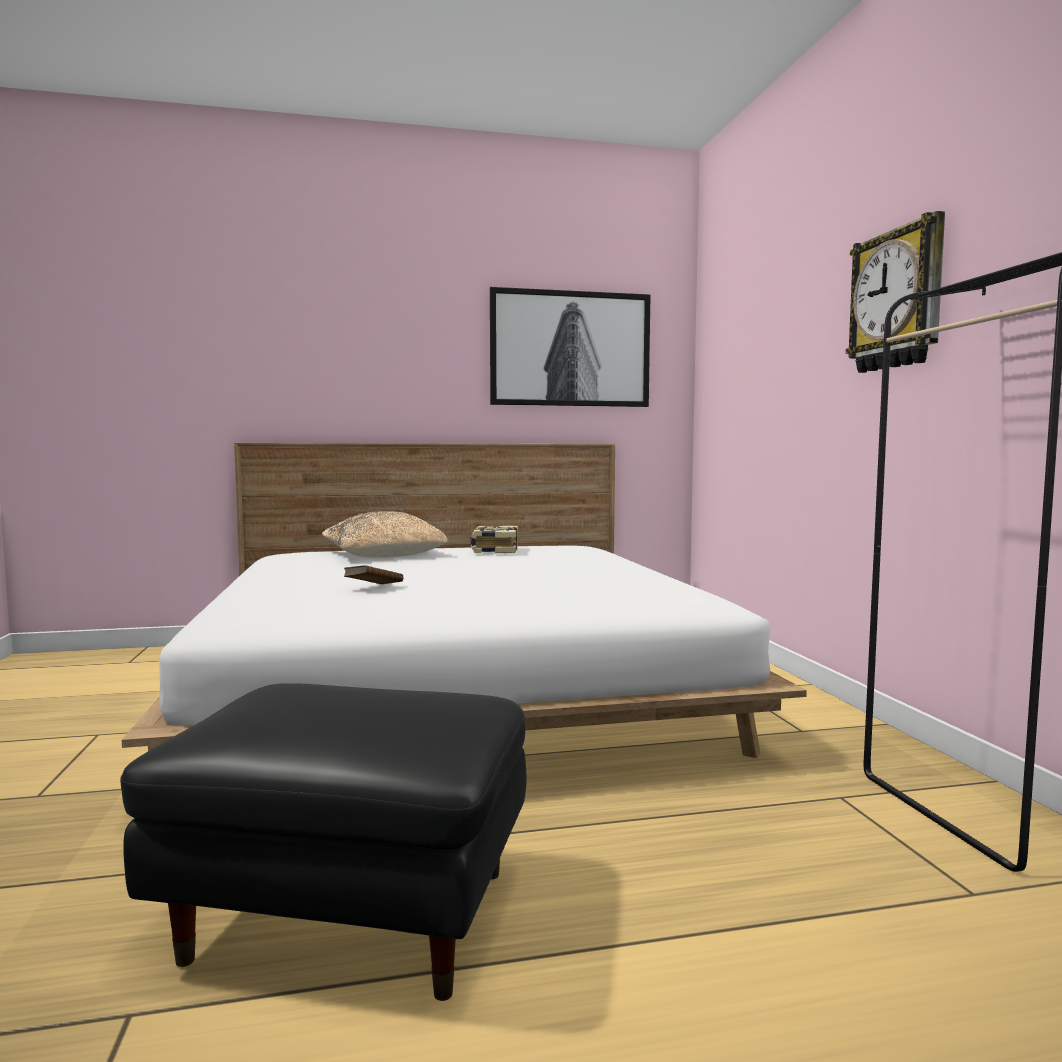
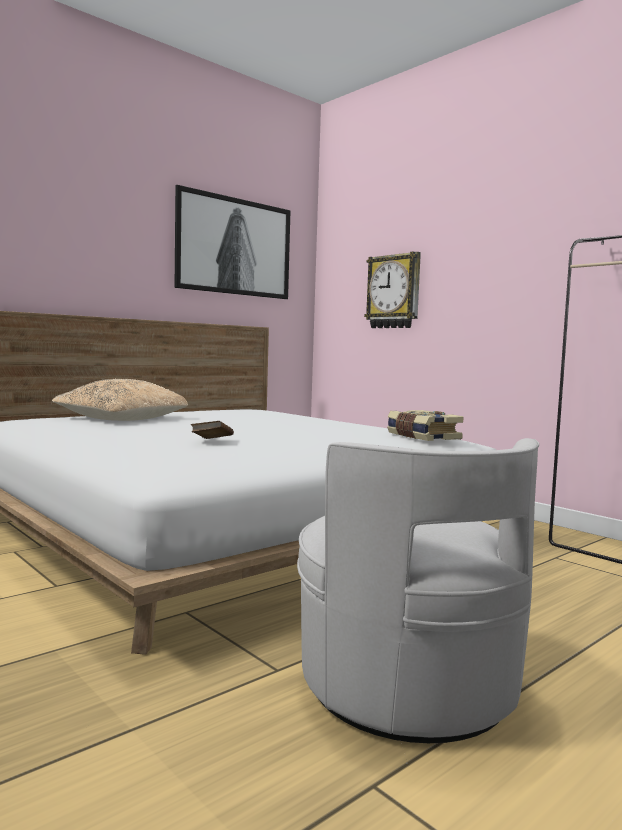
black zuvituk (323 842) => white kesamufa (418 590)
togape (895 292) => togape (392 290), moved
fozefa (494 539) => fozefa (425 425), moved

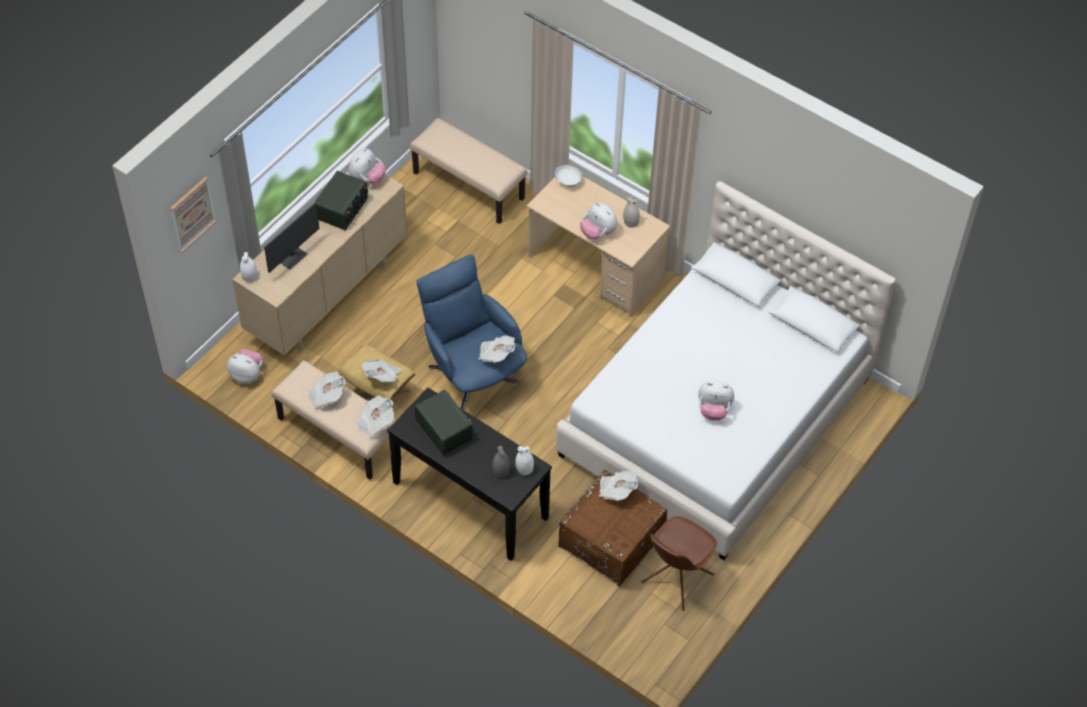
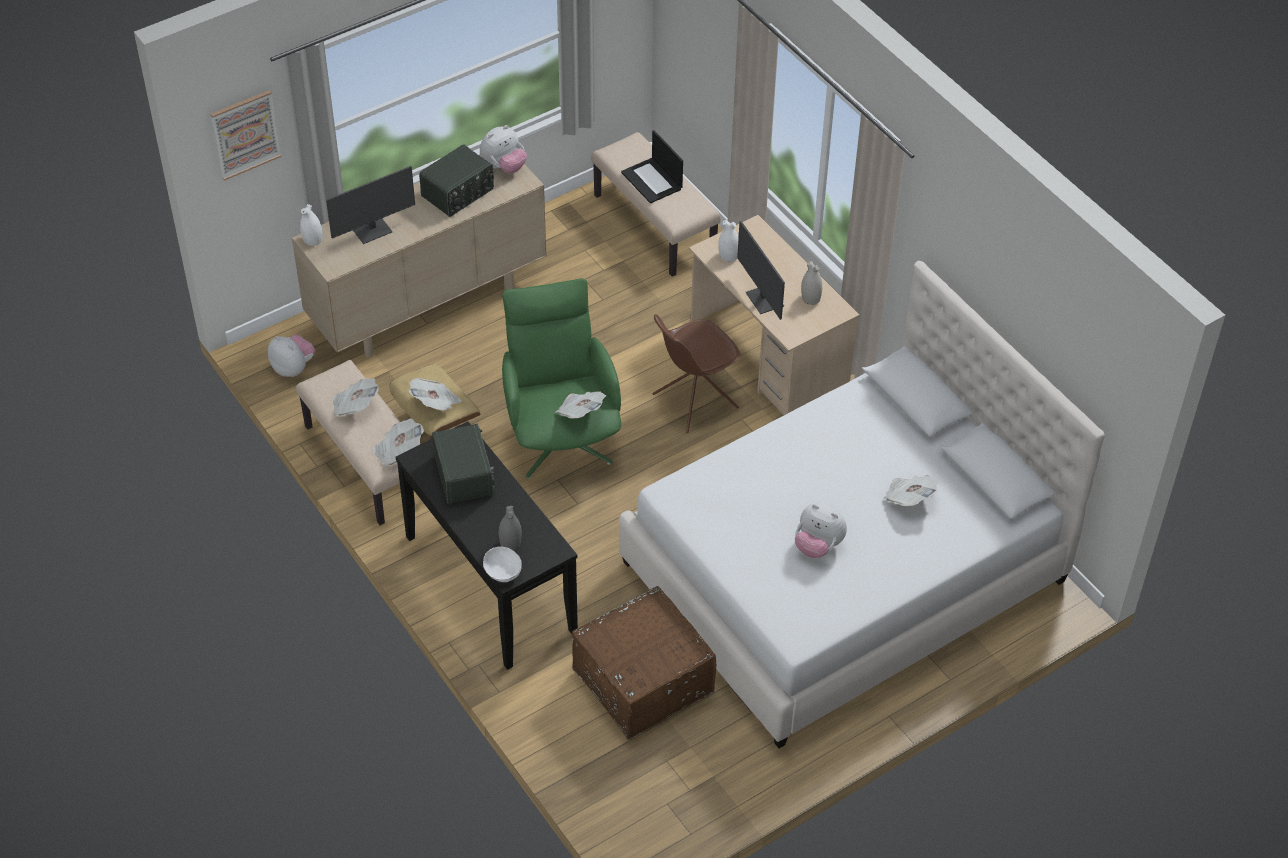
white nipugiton (568 176) => white nipugiton (502 564), moved
blue kesamufa (471 332) => green kesamufa (561 378)
nothing => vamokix (652 167)
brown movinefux (679 563) => brown movinefux (696 373), moved
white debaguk (524 460) => white debaguk (728 241), moved
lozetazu (598 220) => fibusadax (761 270)
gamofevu (618 485) => gamofevu (911 491), moved

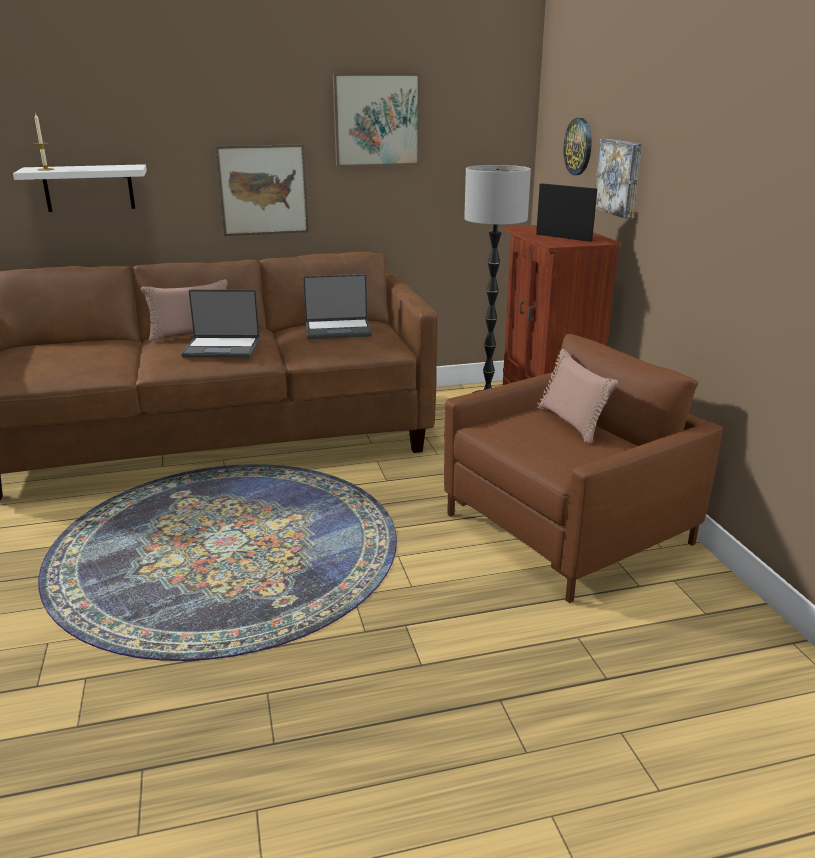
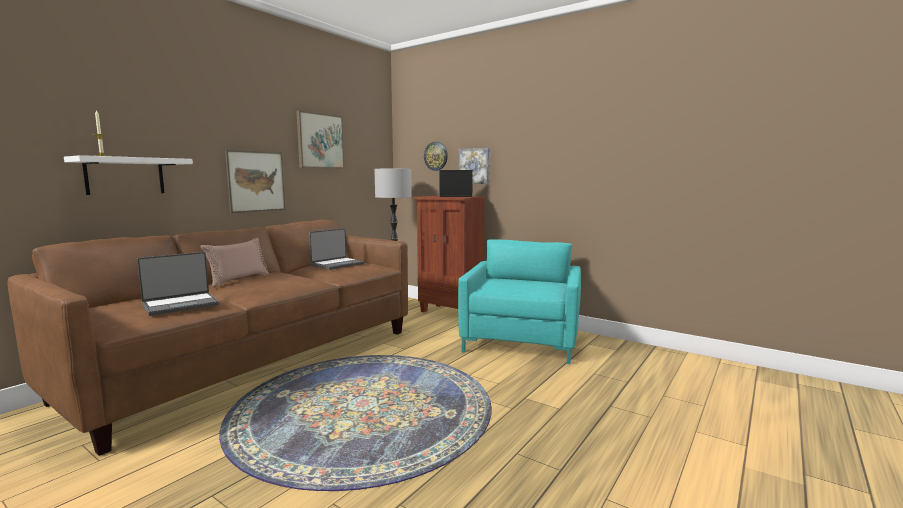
vamokix (220 323) => vamokix (178 284), moved
brown kesamufa (583 468) => turquoise kesamufa (519 301)
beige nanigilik (577 396) => nothing

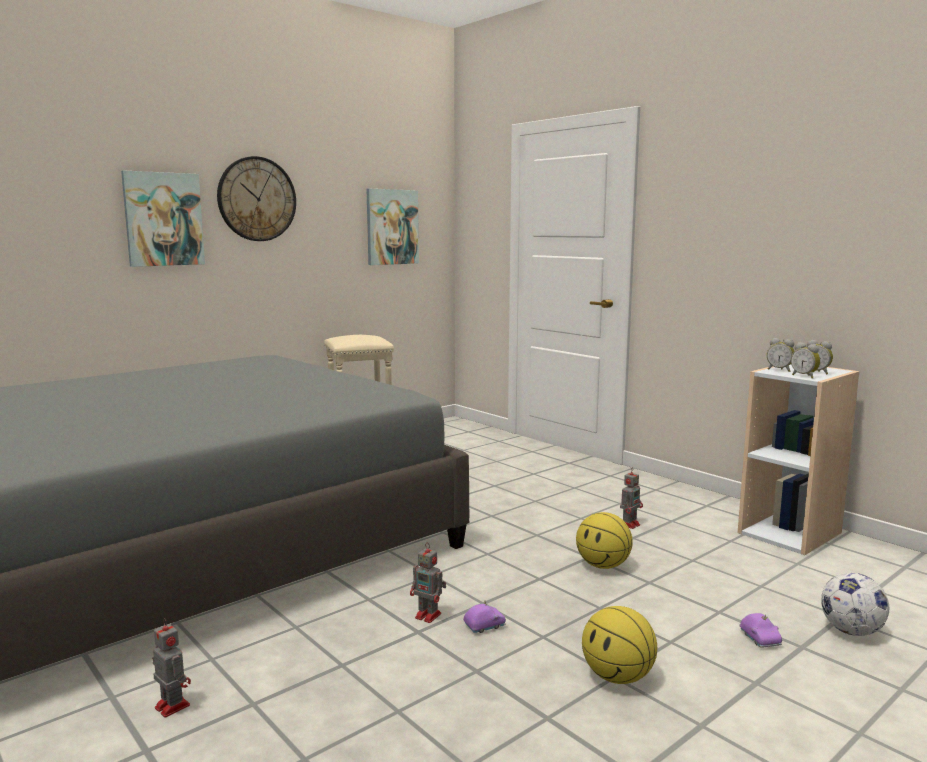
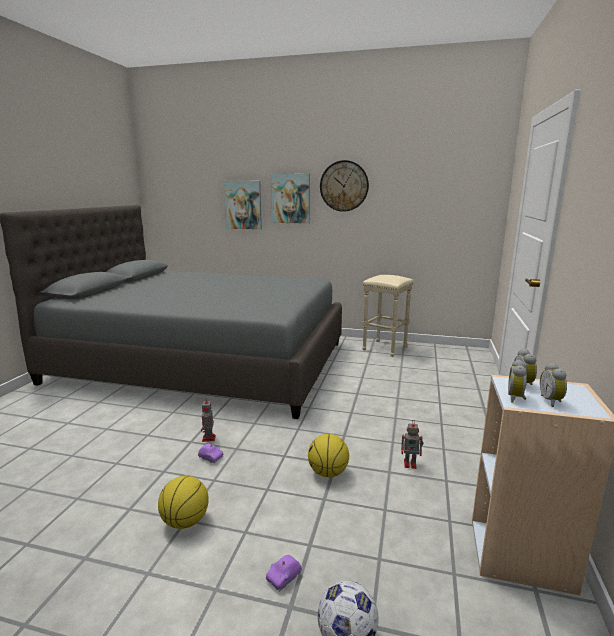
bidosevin (392 227) => bidosevin (243 205), moved
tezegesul (171 668) => nothing

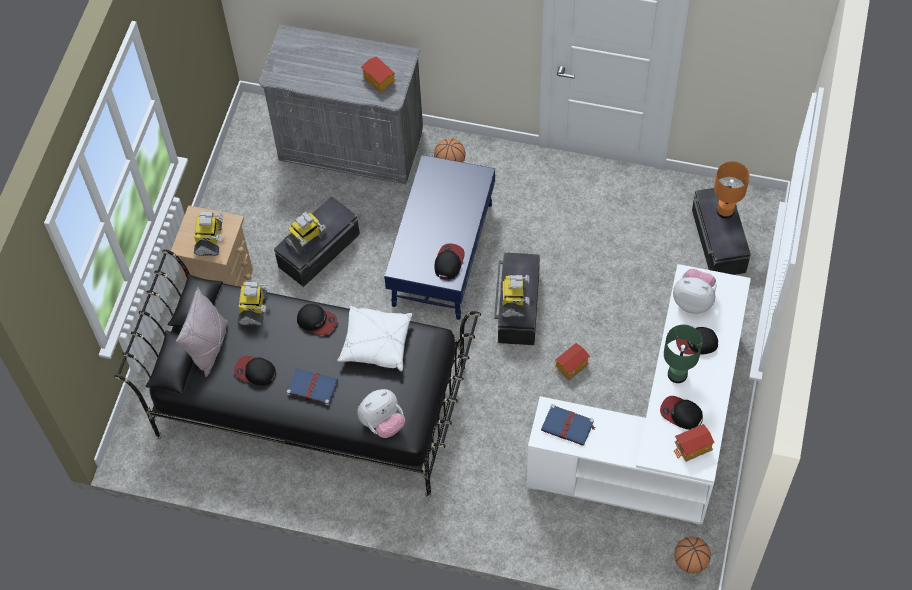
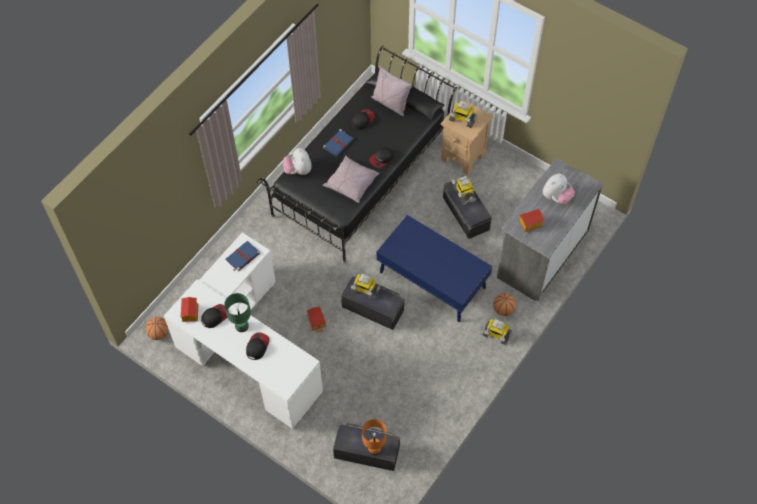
white nanigilik (374 338) => purple nanigilik (351 179)
tezegesul (253 304) => tezegesul (497 332), moved
lozetazu (695 291) => lozetazu (559 189), moved
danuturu (450 261) => nothing

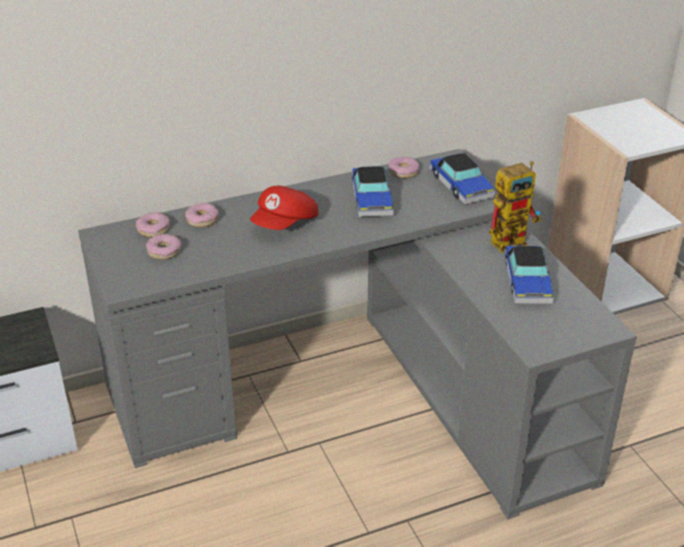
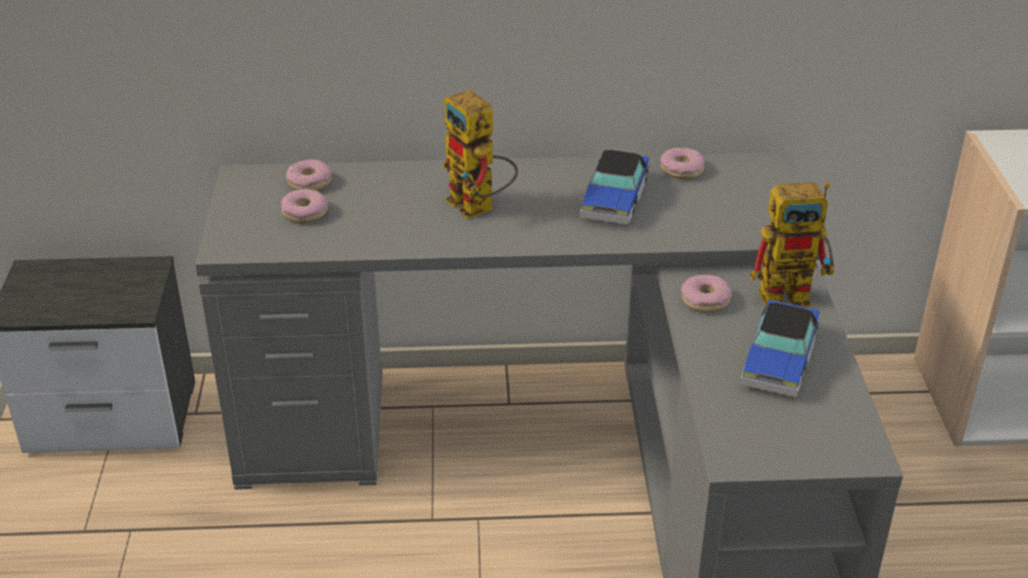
red danuturu (284 208) => tezegesul (480 154)
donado (202 215) => donado (706 293), moved
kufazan (462 178) => nothing

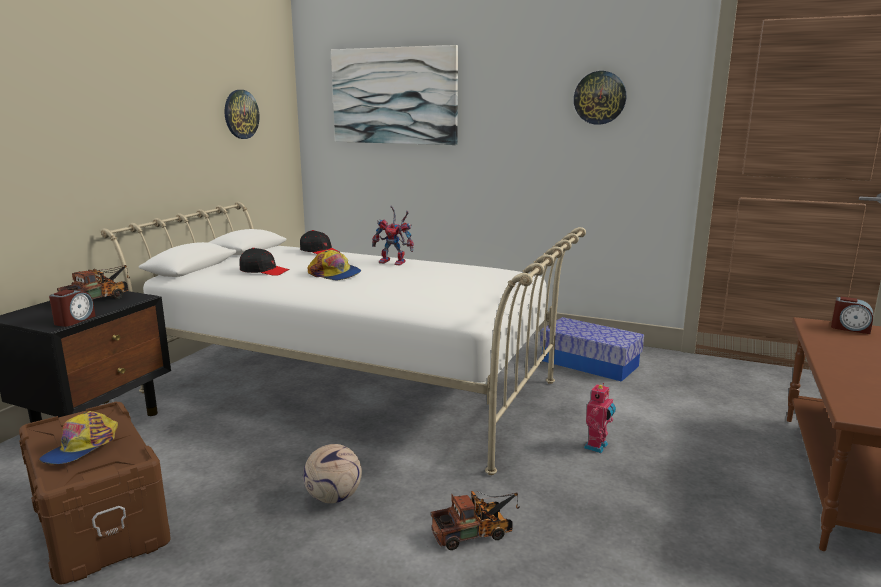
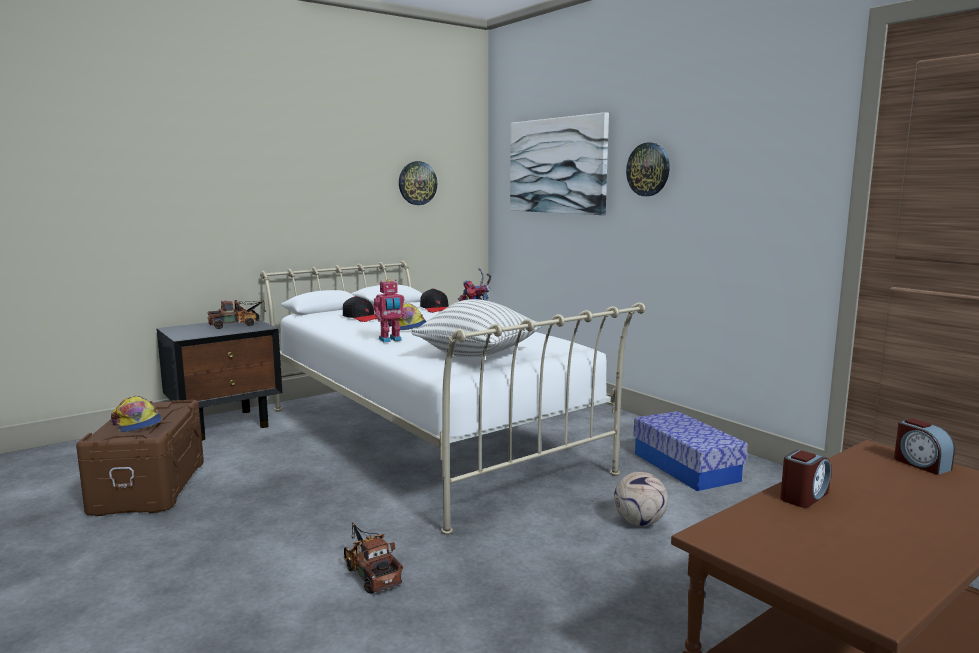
danuturu (78 437) => danuturu (136 414), 90 degrees counterclockwise
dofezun (475 520) => dofezun (373 558), 135 degrees counterclockwise
tezegesul (600 418) => tezegesul (389 311), moved
nothing => nanigilik (476 328)
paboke (332 473) => paboke (641 499), moved
togape (600 98) => togape (648 169), moved
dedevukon (72 308) => dedevukon (805 479), moved

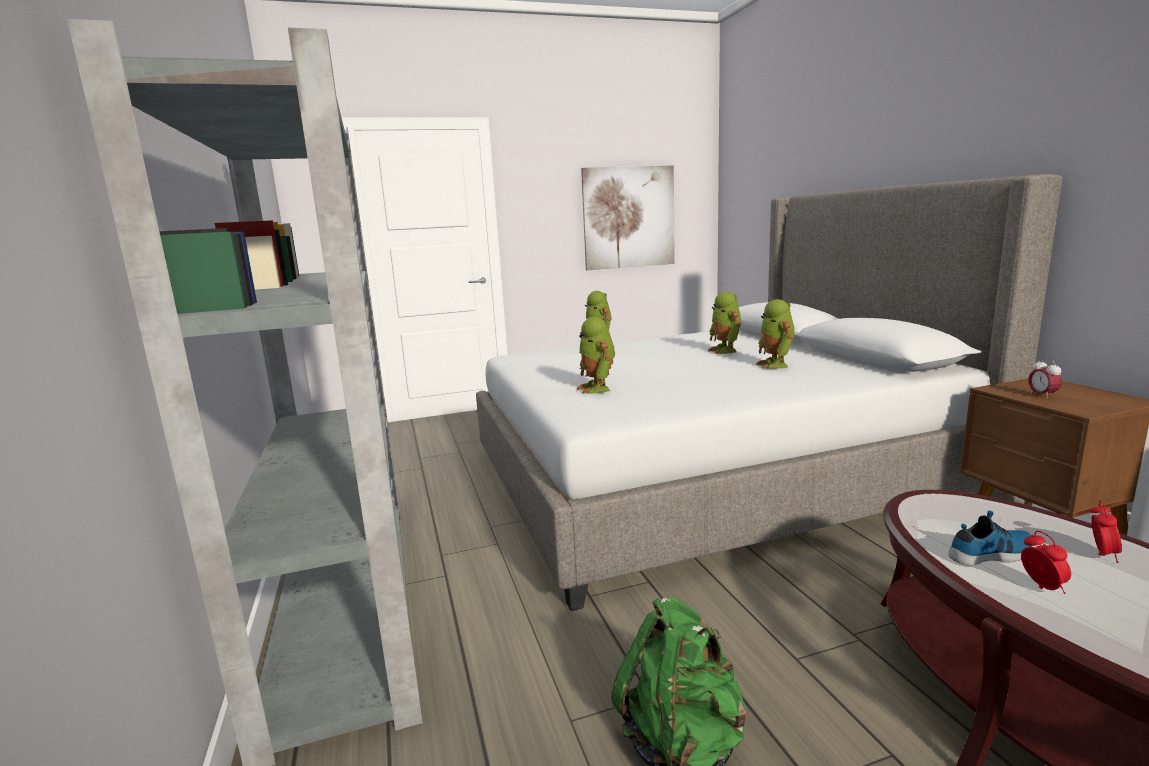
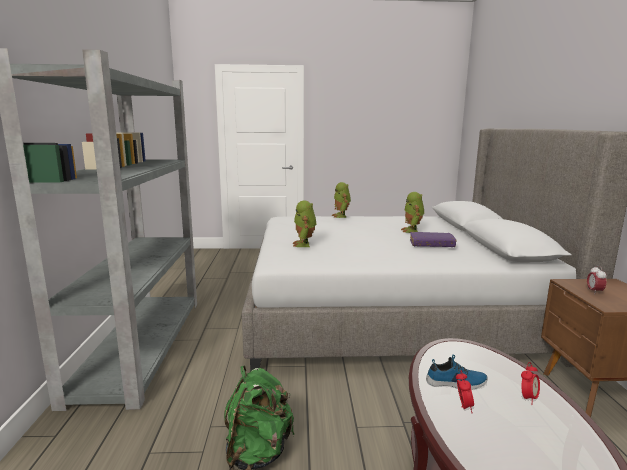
tezegesul (775 334) => purple fozefa (433 239)
bidosevin (628 218) => nothing

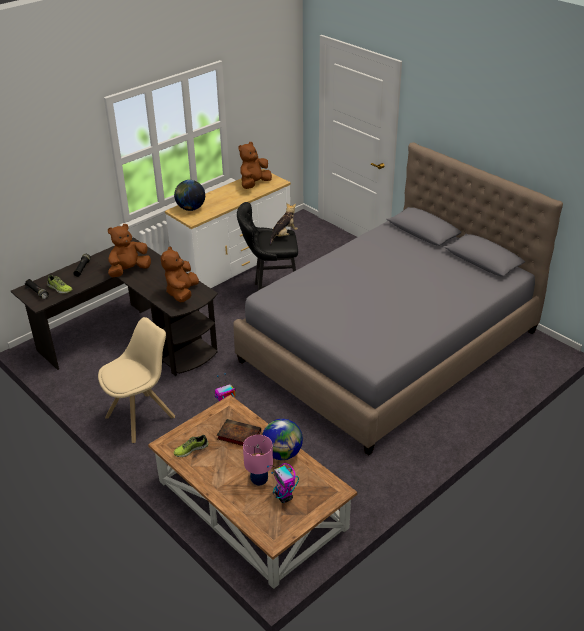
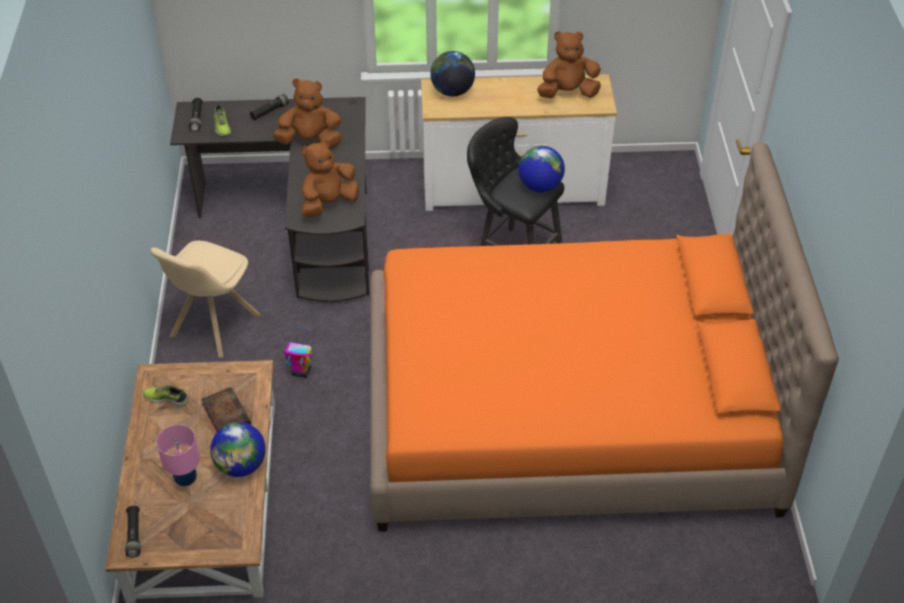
nothing => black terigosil (133 531)
beige movinefux (136 380) => beige movinefux (205 299), 120 degrees clockwise
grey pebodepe (398 298) => orange pebodepe (604 337)
lozetazu (284 223) => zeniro (541 169)
tezegesul (283 483) => nothing

